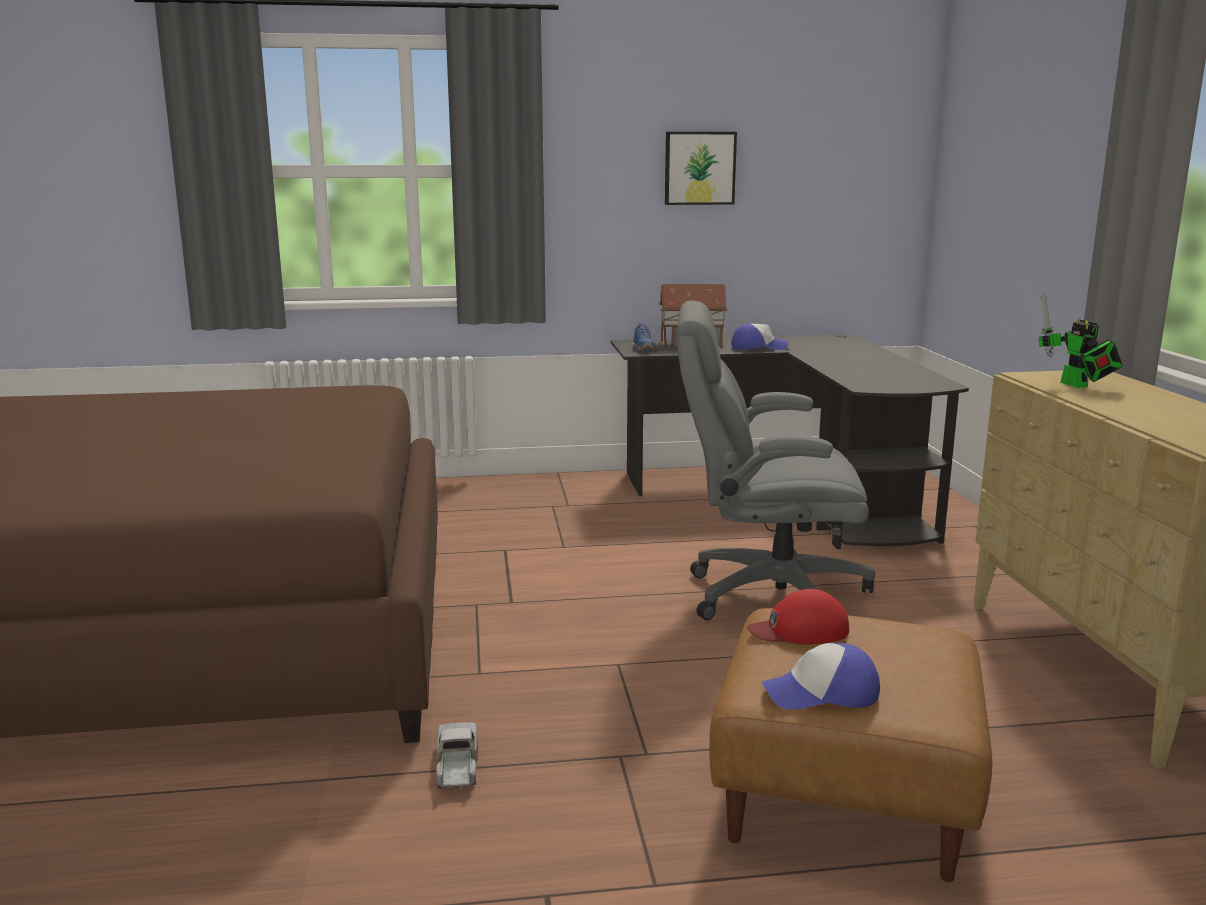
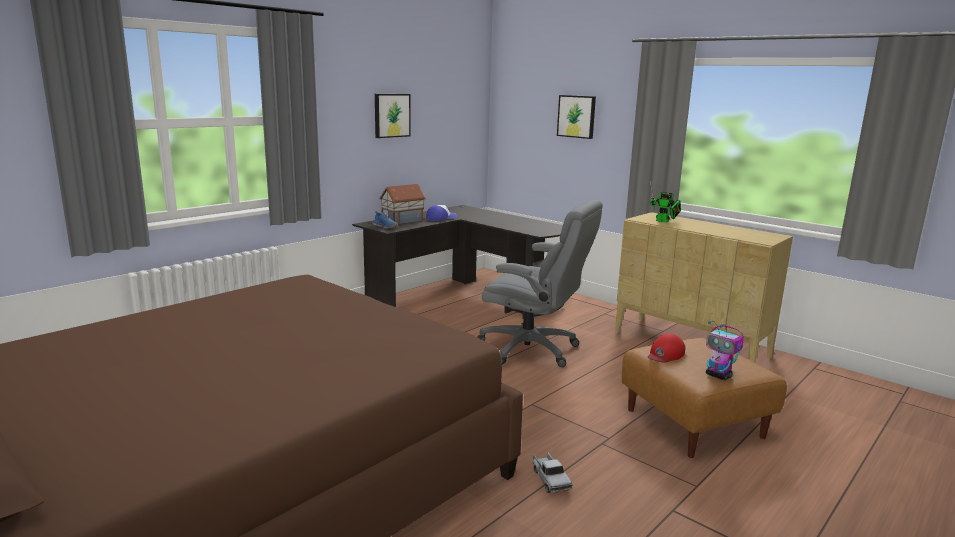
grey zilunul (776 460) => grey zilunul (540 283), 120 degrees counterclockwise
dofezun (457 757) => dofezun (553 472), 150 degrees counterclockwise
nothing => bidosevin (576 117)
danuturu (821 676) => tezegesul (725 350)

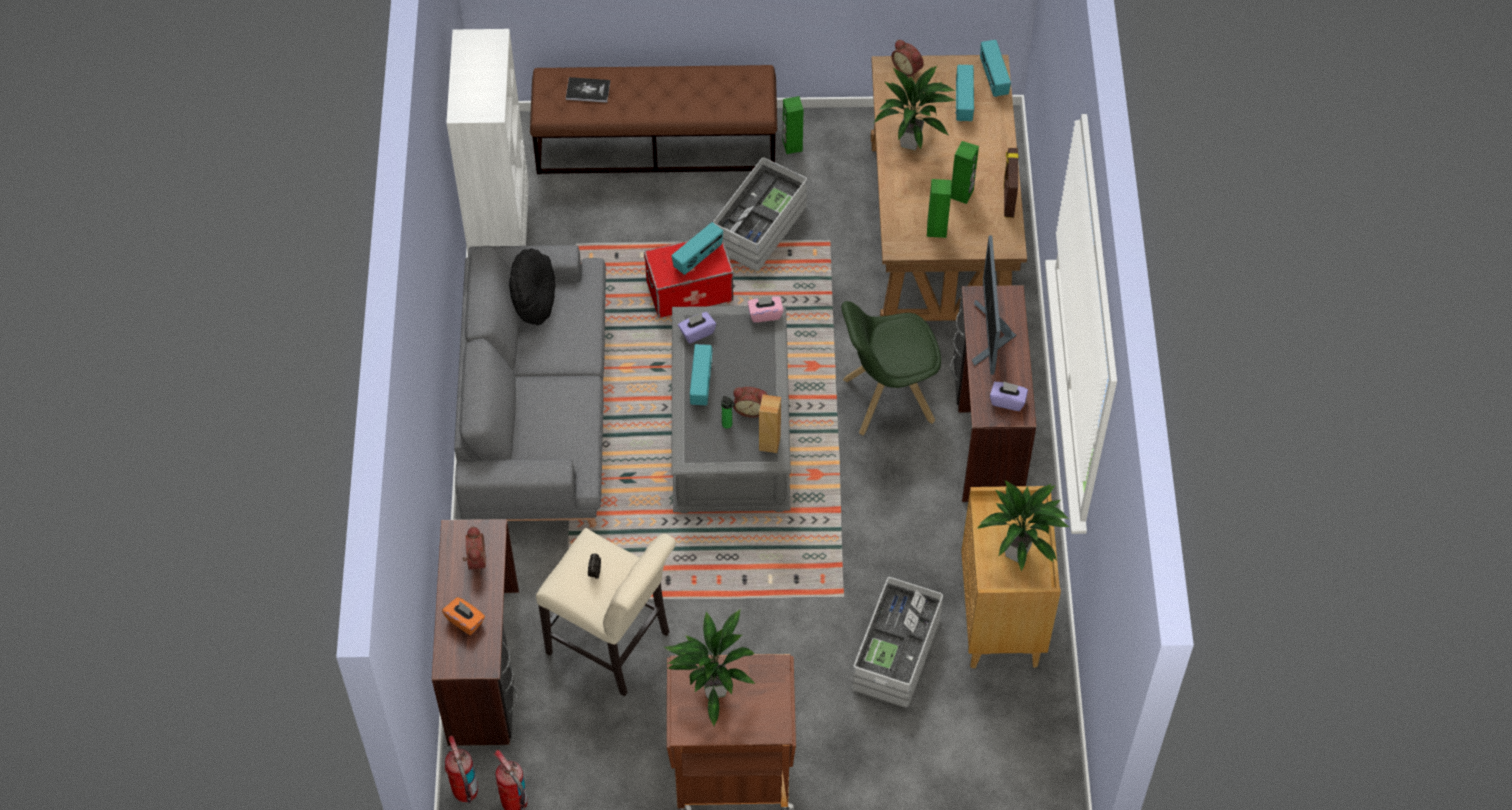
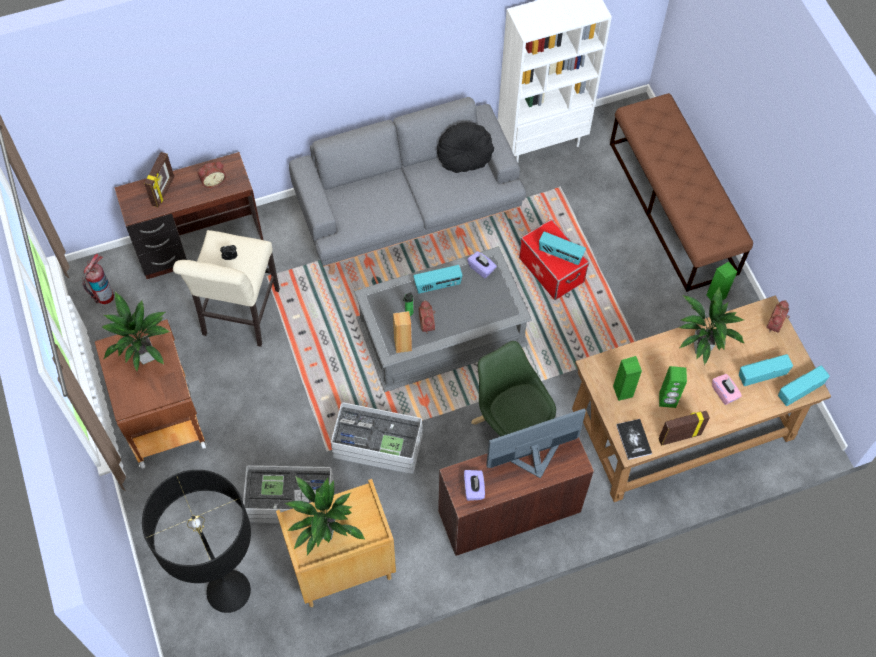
nothing => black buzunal (196 541)
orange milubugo (463 616) => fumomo (159 179)
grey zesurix (760 214) => grey zesurix (377 438), moved
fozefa (588 90) => fozefa (634 439), moved
pink milubugo (766 309) => pink milubugo (727 389), moved
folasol (461 769) => nothing

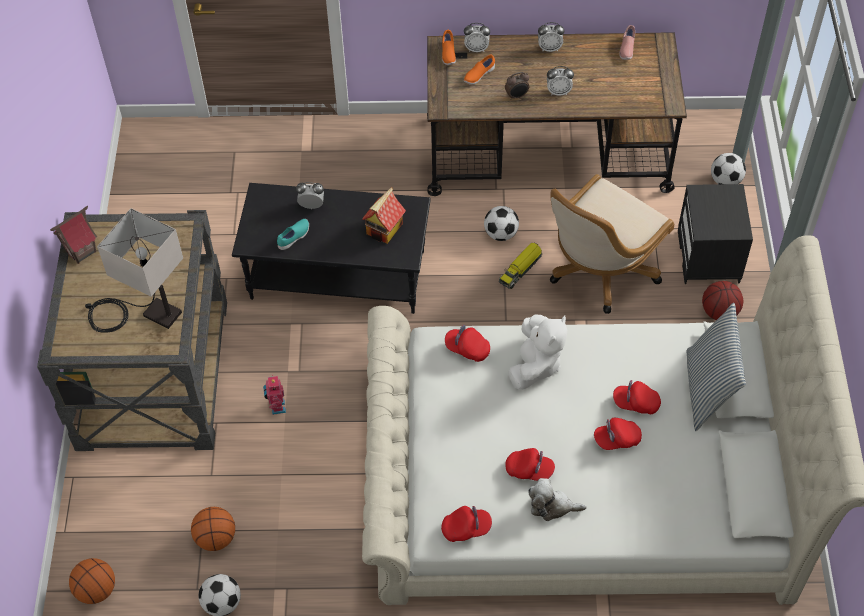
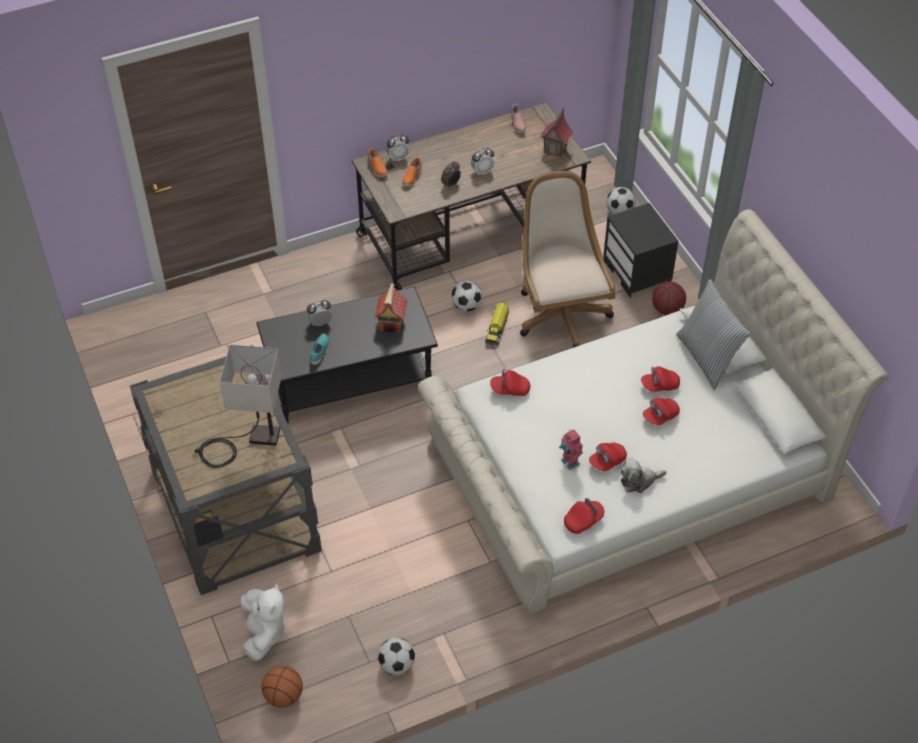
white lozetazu (537 352) => white lozetazu (263 622), moved
zilunul (612 244) => zilunul (568 259), 150 degrees clockwise
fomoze (73 235) => fomoze (556 132), moved
tezegesul (274 395) => tezegesul (571 449), moved
red danuturu (530 464) => red danuturu (608 457), 150 degrees clockwise
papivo (213 529) => nothing
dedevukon (551 37) => nothing

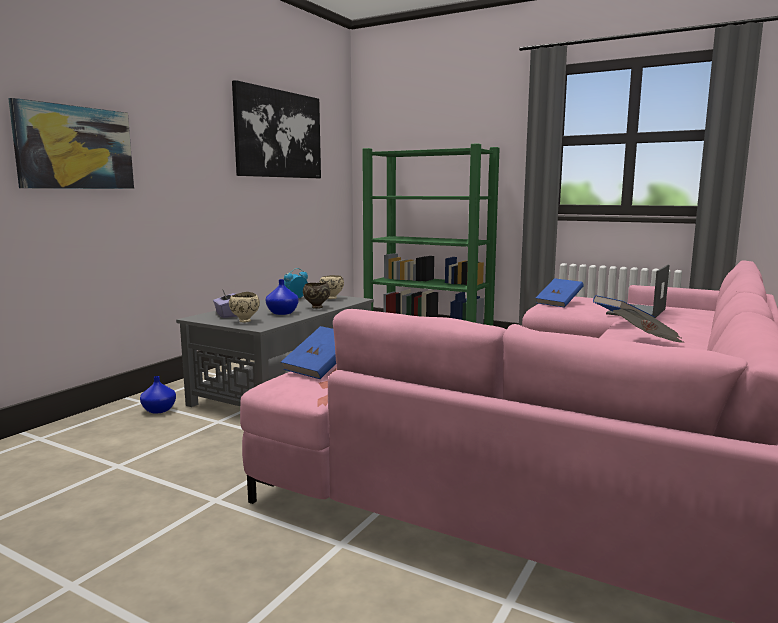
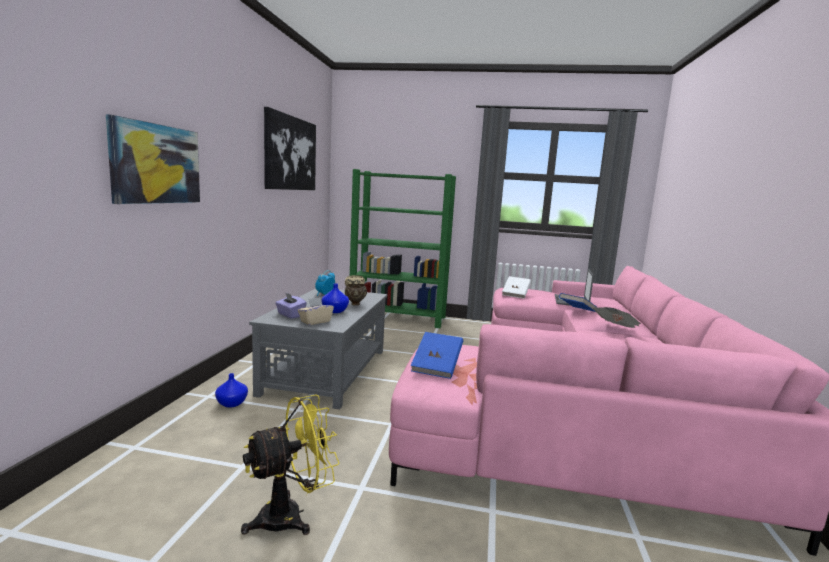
nothing => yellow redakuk (290 464)
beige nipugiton (244 307) => beige milubugo (316 311)
blue fozefa (560 293) => white fozefa (516 287)

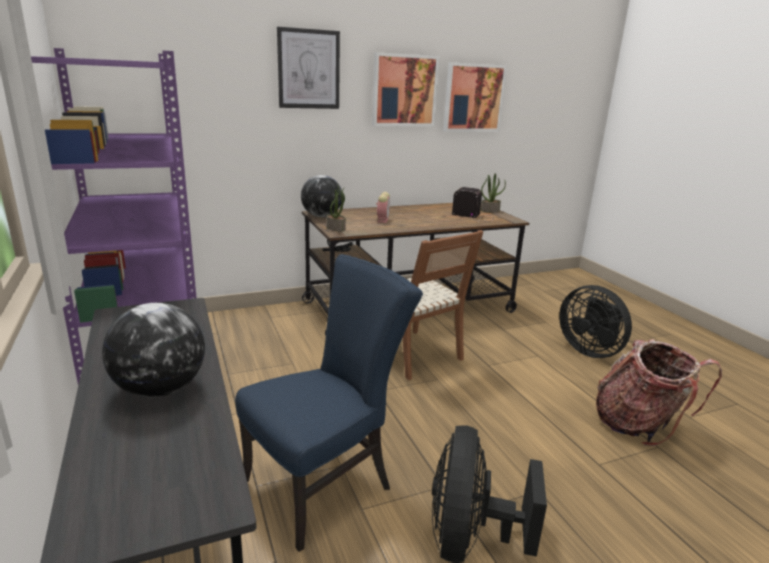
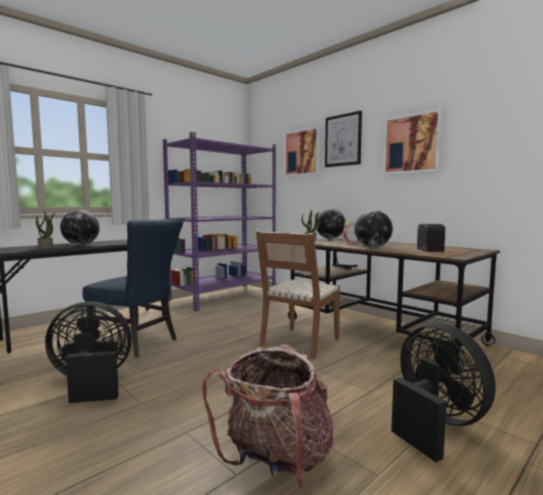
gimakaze (493 192) => gimakaze (45 230), moved
bidosevin (475 97) => bidosevin (302 151), moved
nothing => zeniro (373 228)
black redakuk (595 321) => black redakuk (443 392), 120 degrees clockwise

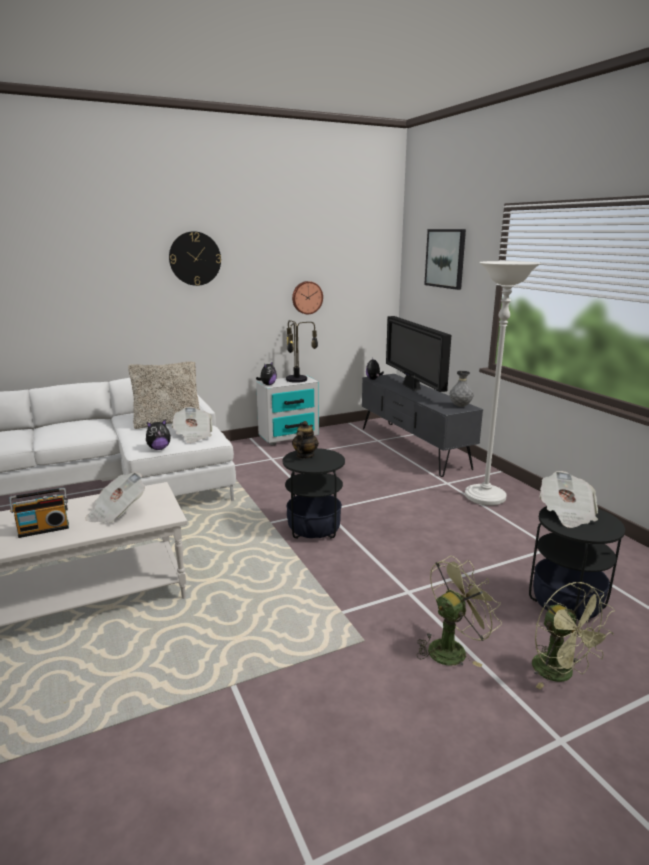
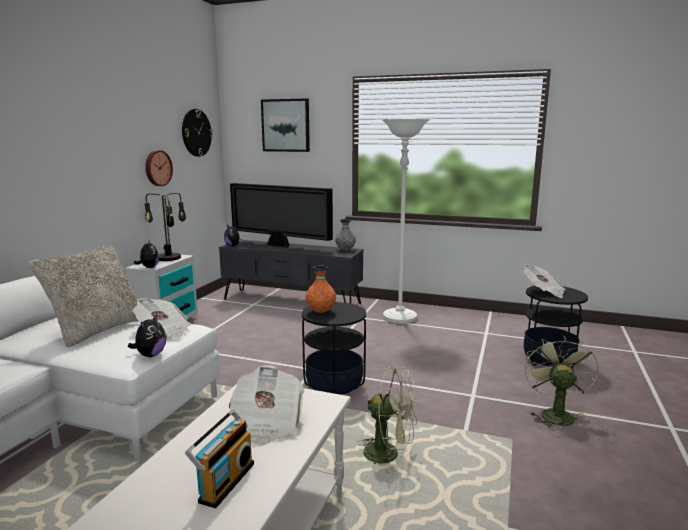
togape (195 258) => togape (197 133), moved
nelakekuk (305 440) => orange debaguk (321 289)
green redakuk (573 636) => green redakuk (387 420), moved

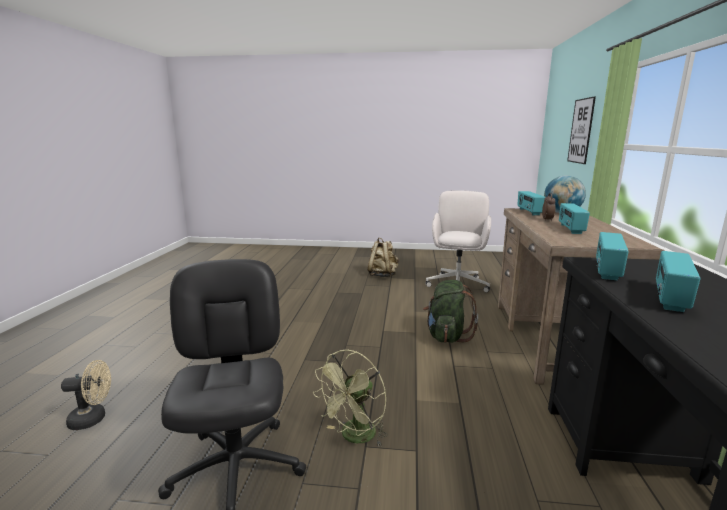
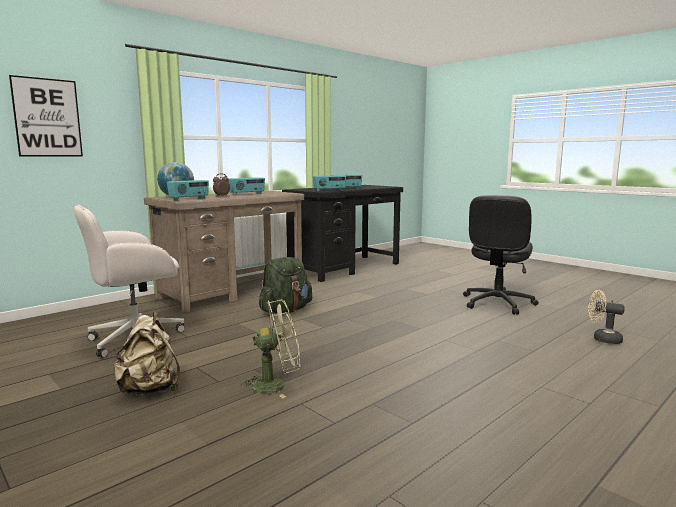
green redakuk (350 398) => green redakuk (270 348), moved

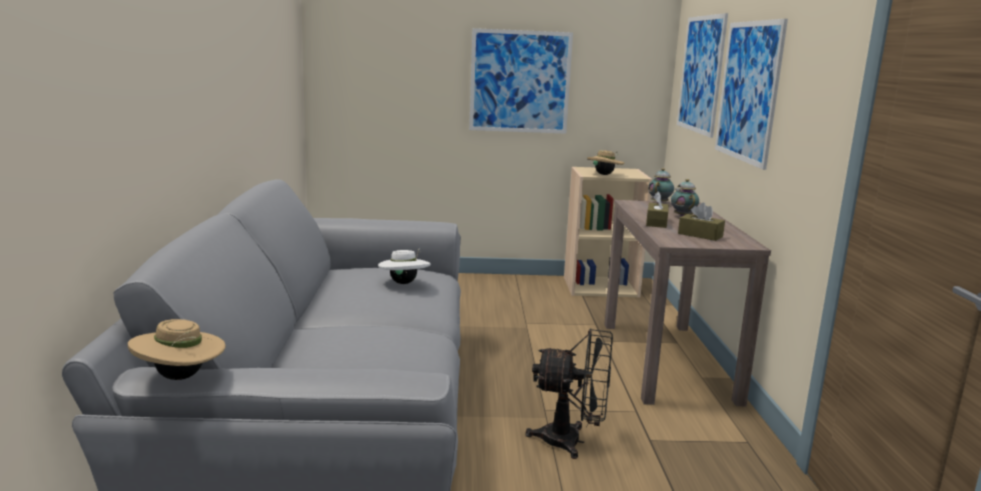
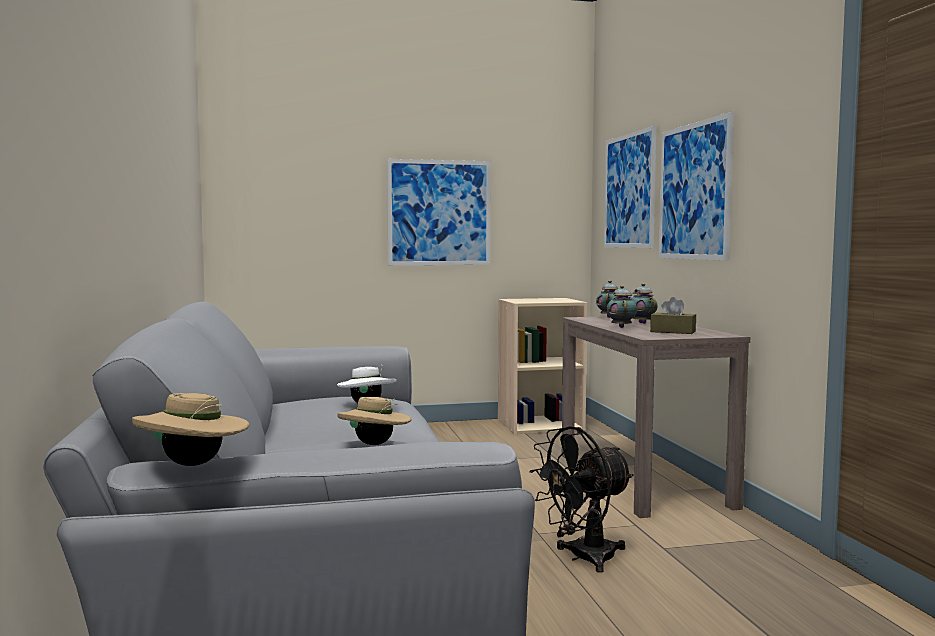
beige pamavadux (606 162) => beige pamavadux (374 421), moved
black redakuk (569 394) => black redakuk (581 499), 150 degrees clockwise
brown milubugo (657 210) => nelakekuk (622 306)

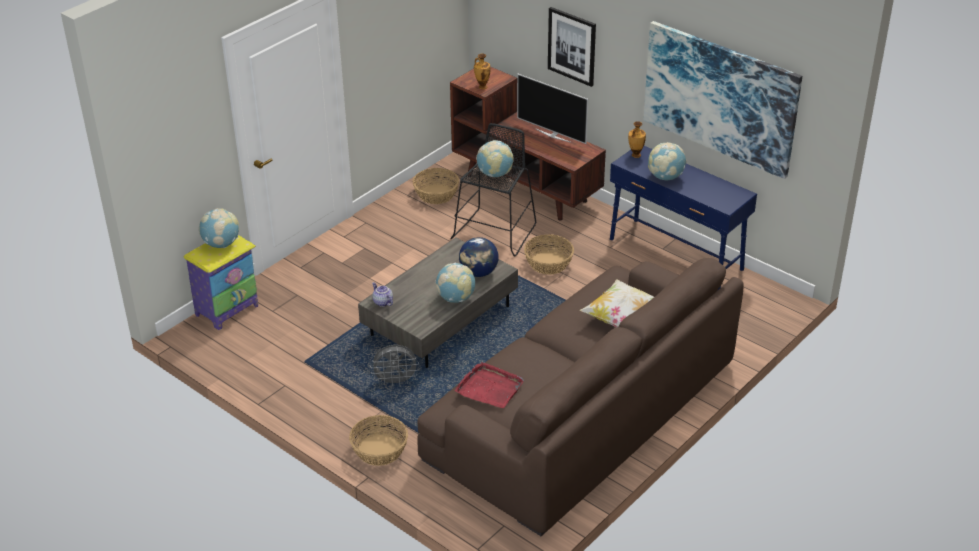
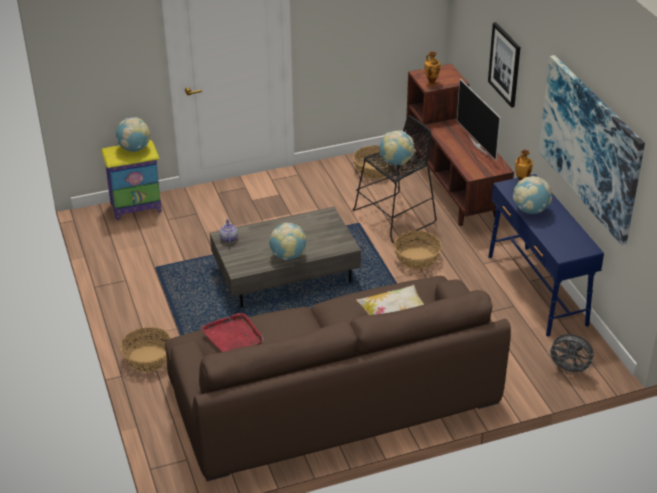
grey redakuk (394 366) => grey redakuk (571 354), moved
zeniro (479 257) => nothing

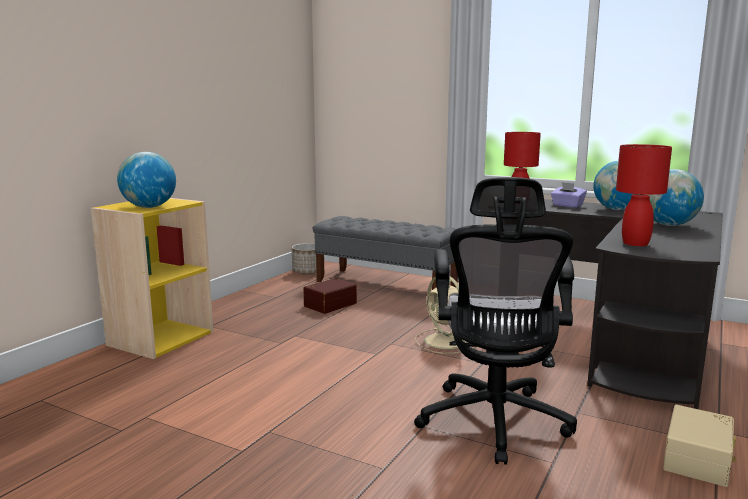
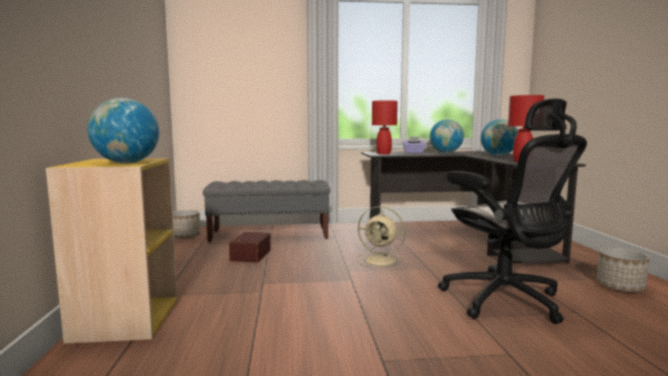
beige zesurix (699 446) => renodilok (623 269)

